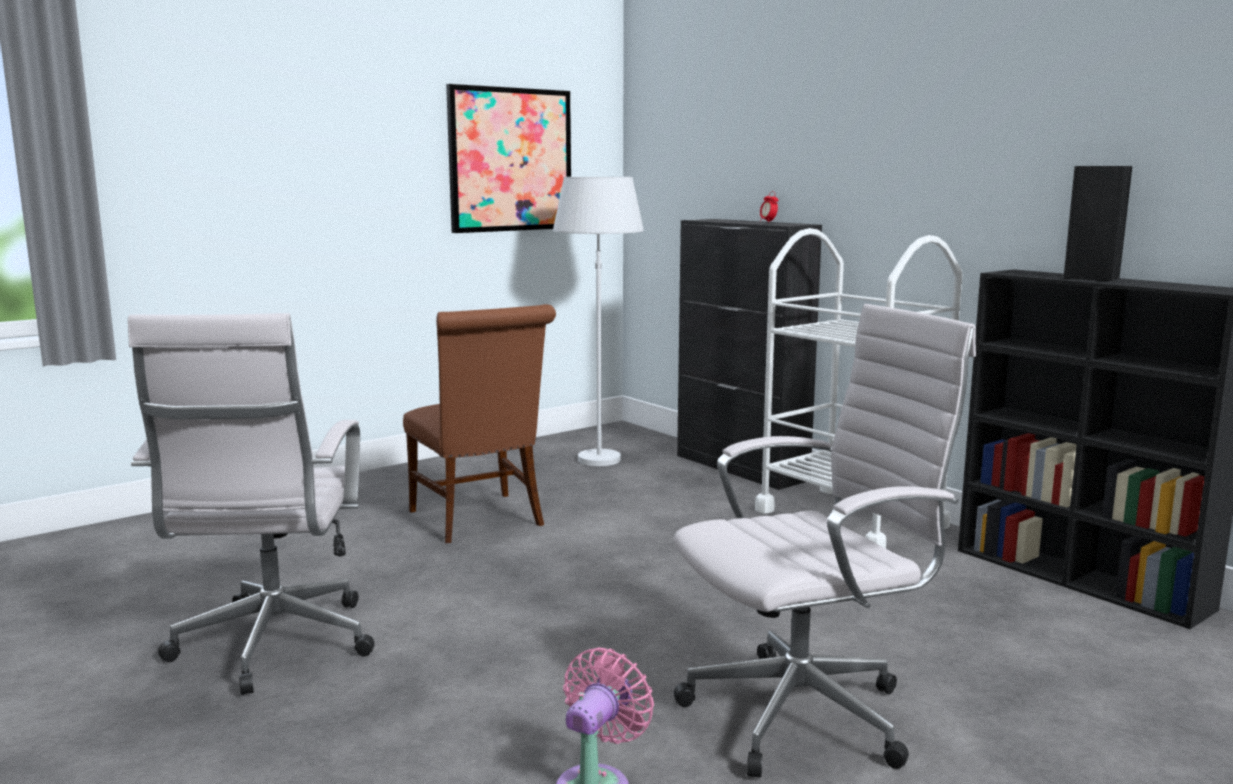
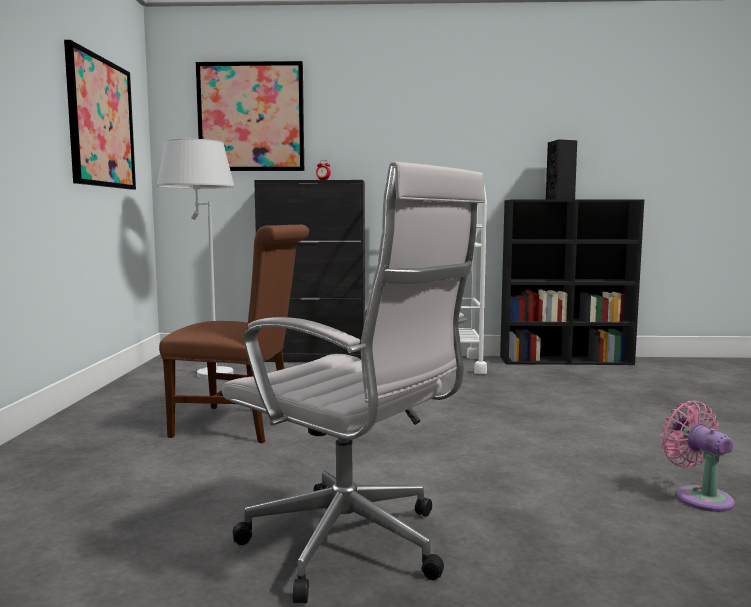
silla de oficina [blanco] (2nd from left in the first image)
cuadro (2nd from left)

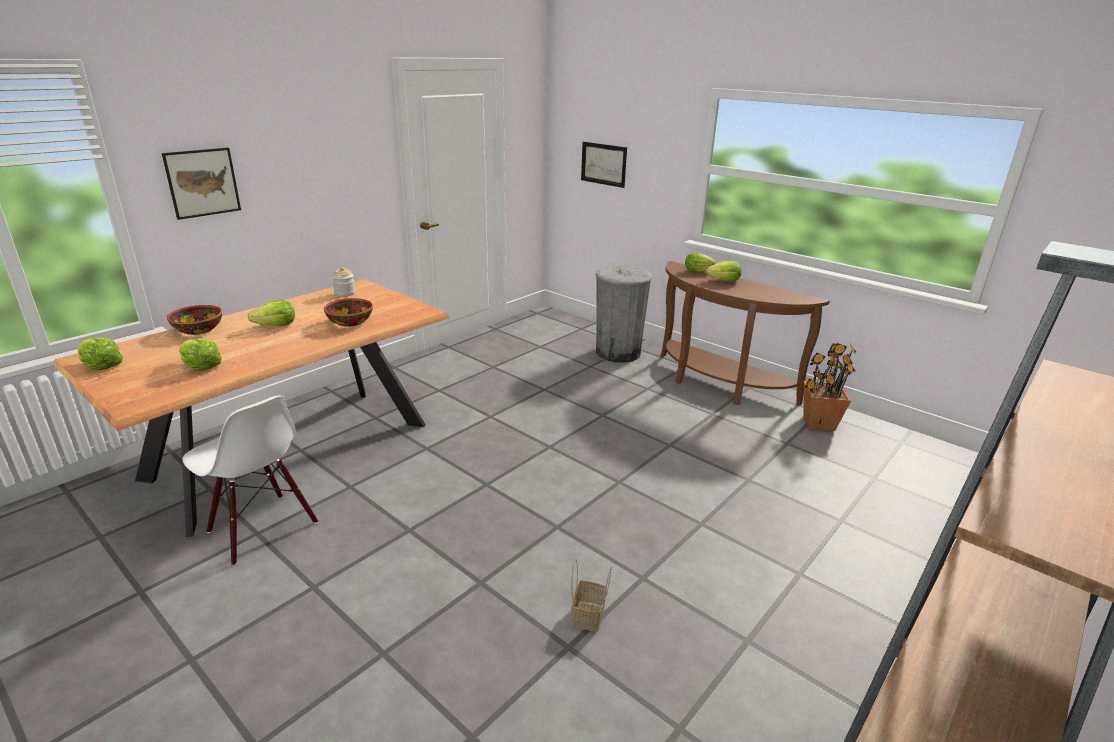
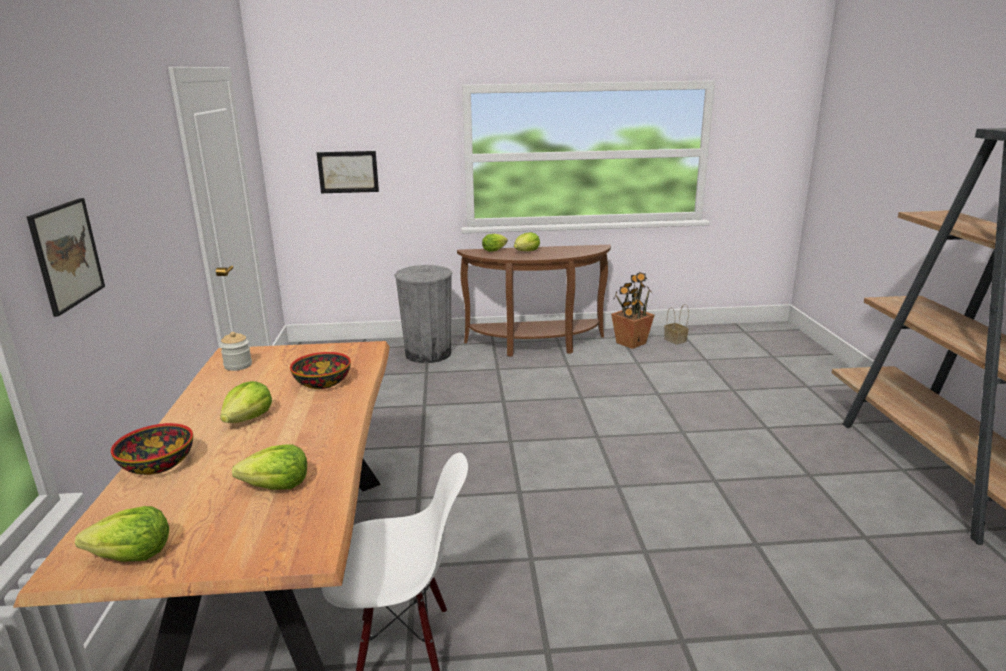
cesta

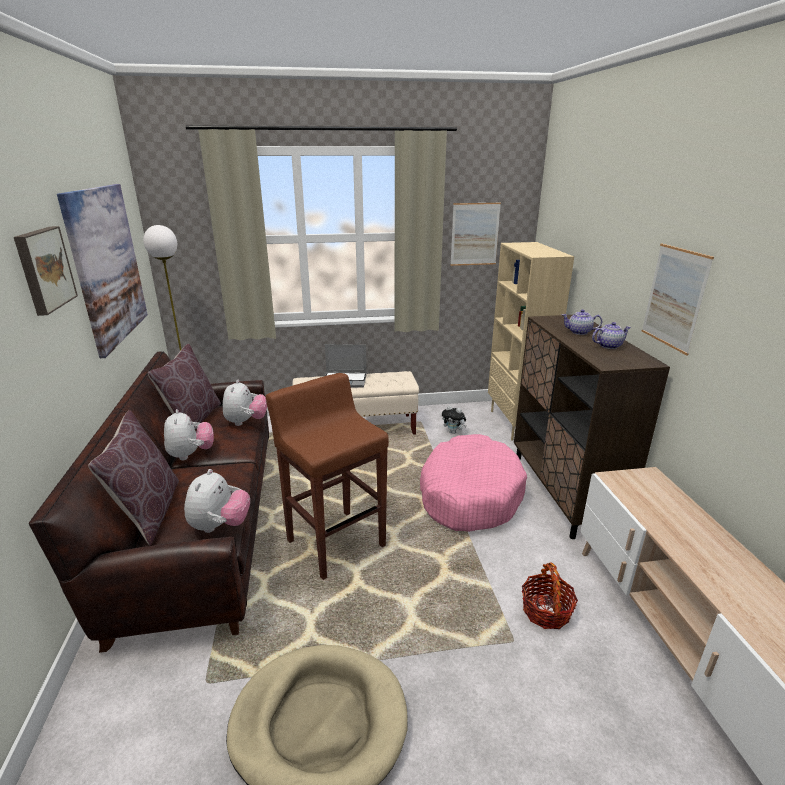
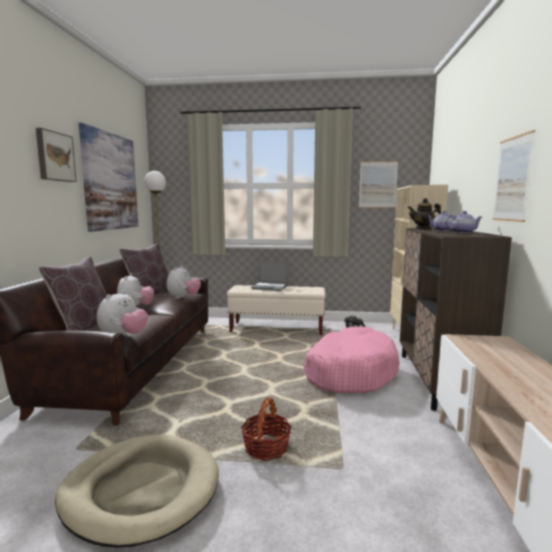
taburete [marrón]
cesta
tetera (1st from left)

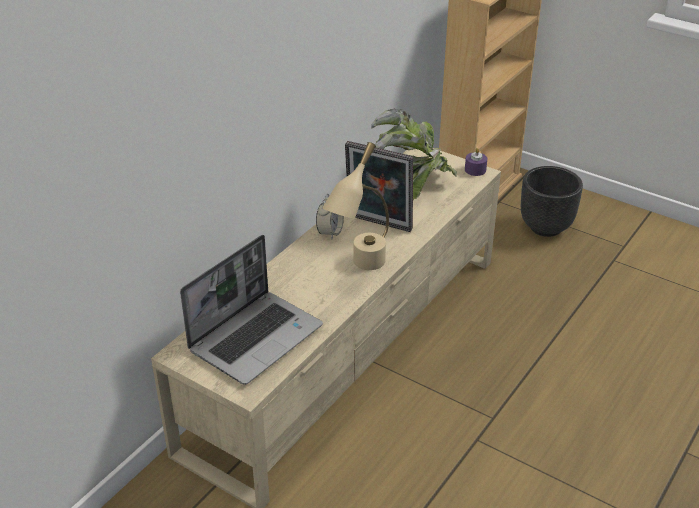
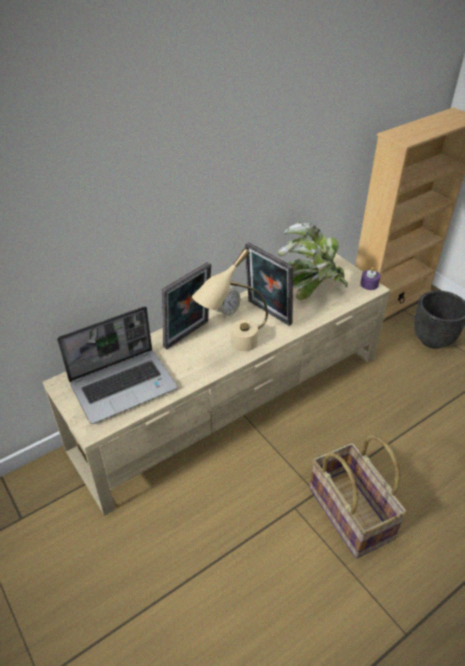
portarretratos (1st from left)
cesta

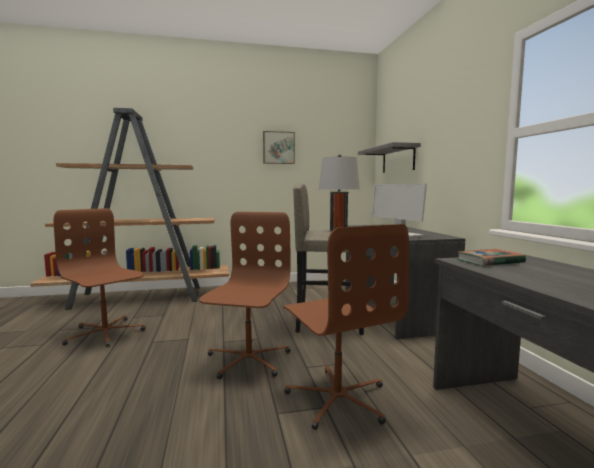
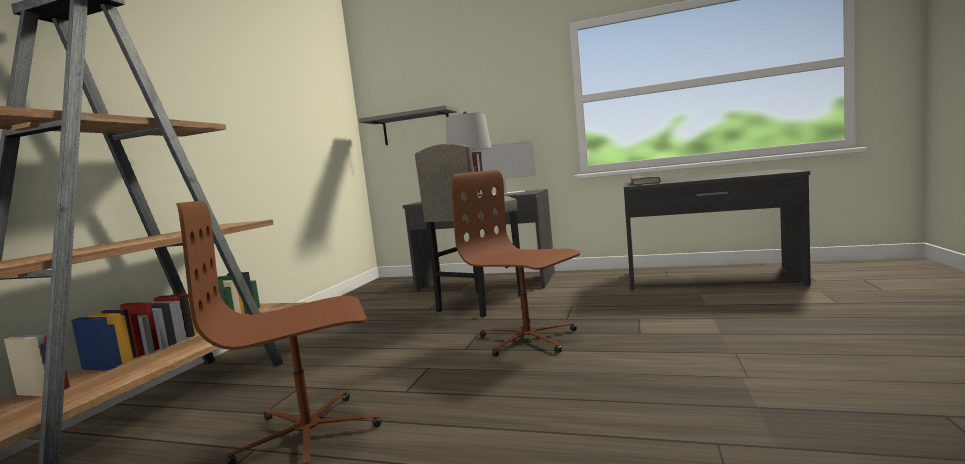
cuadro
silla de oficina [marrón] (3rd from left in the first image)

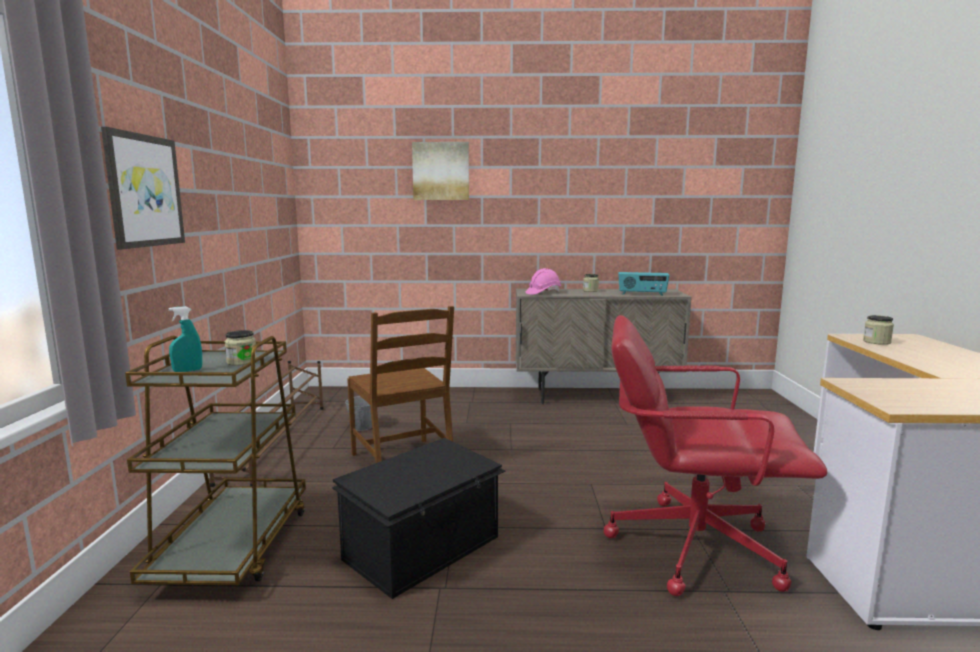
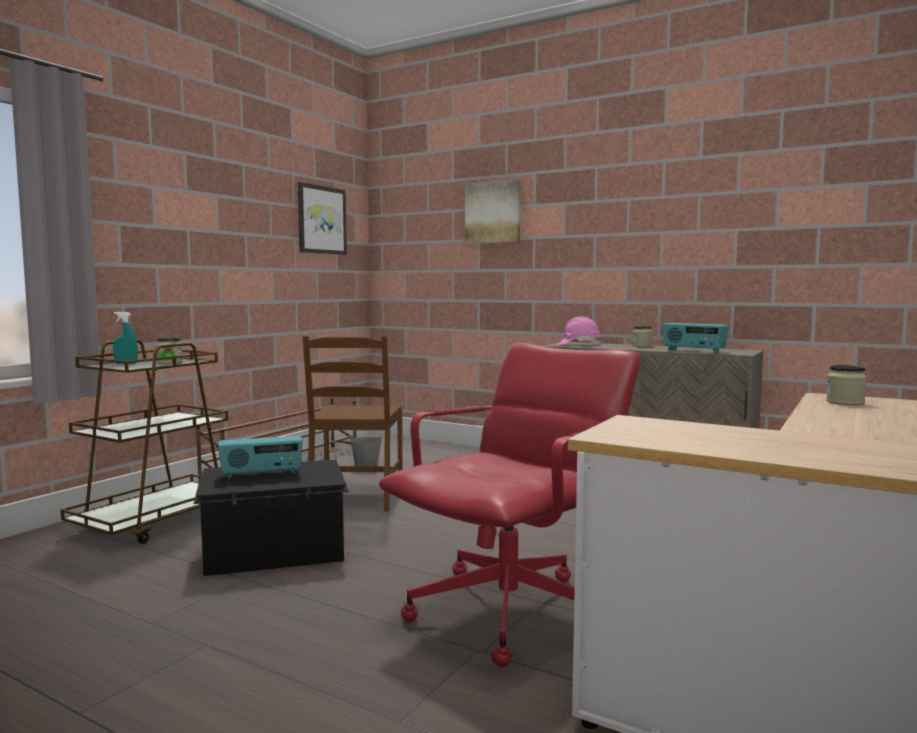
cuadro (1st from left)
silla de oficina [rojo]
radio (1st from left)

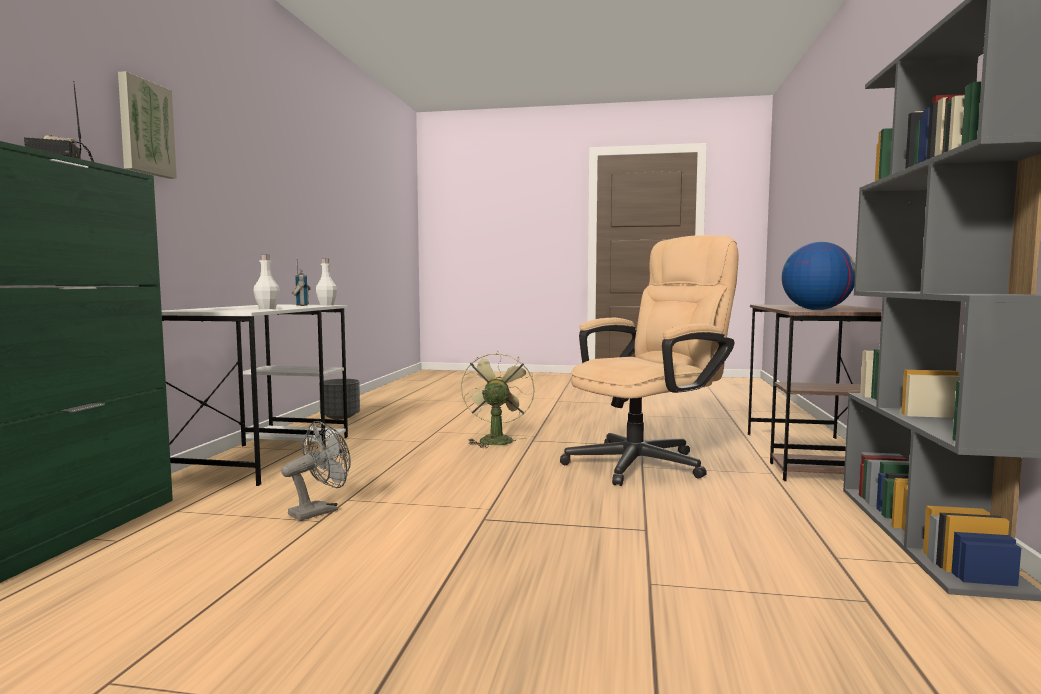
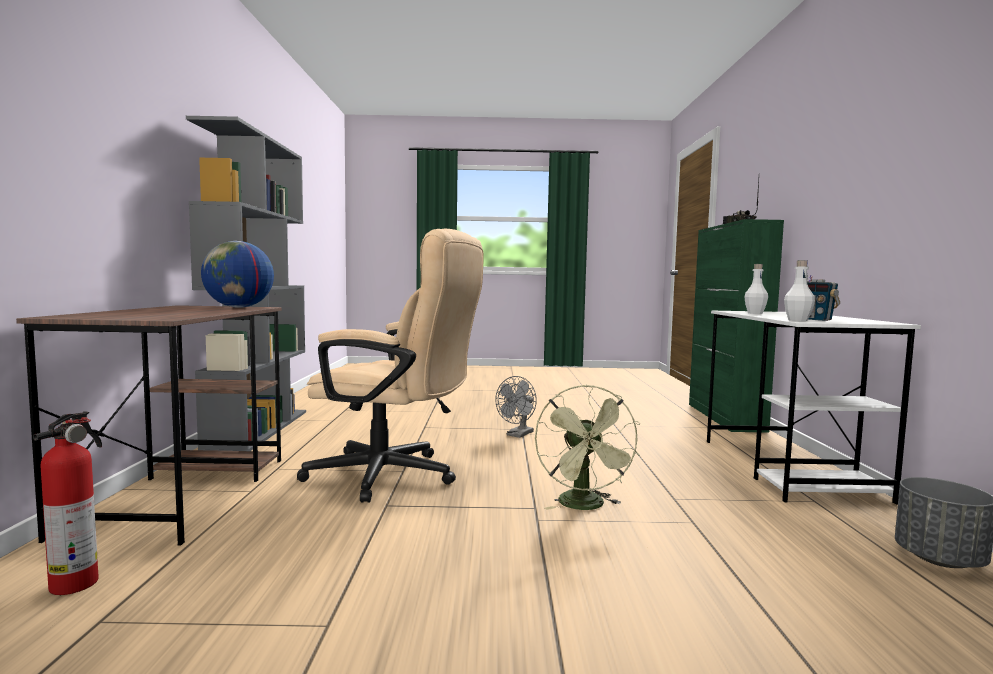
cuadro
silla de oficina [beis]
ventilador [gris]
extintor

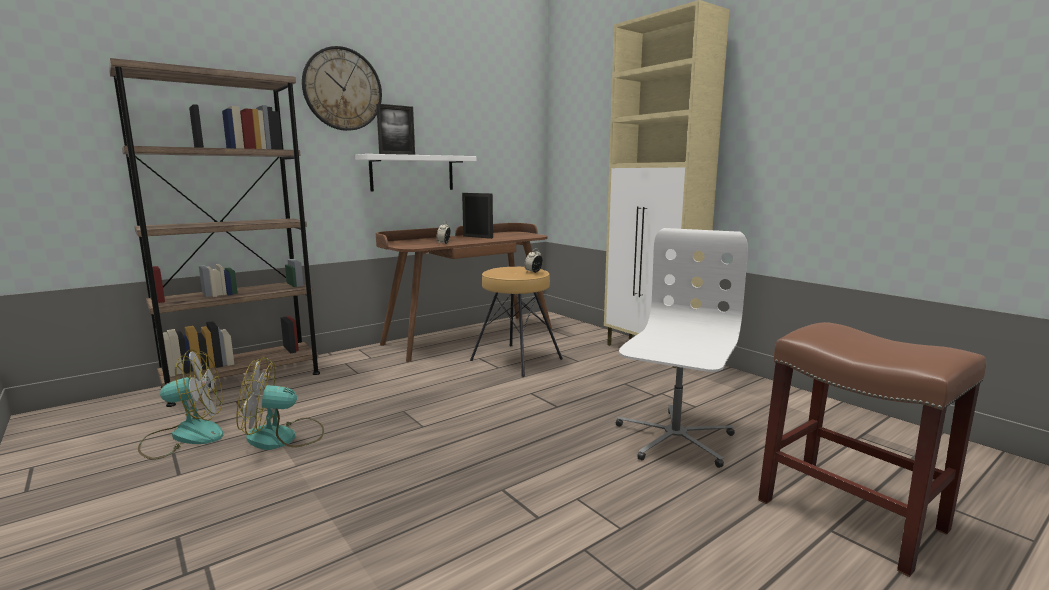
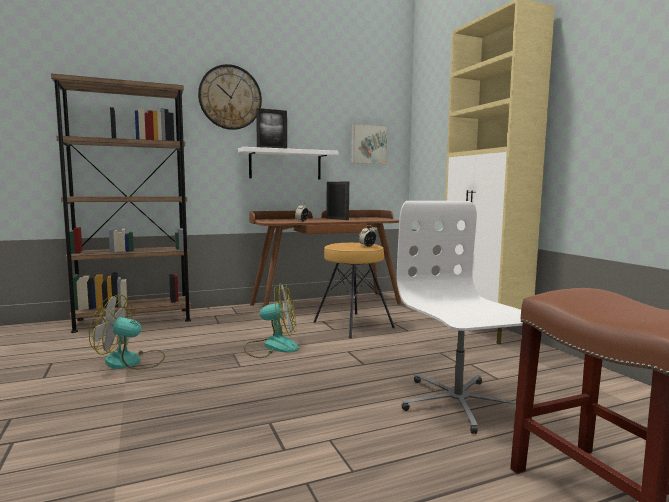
silla de oficina [blanco]
ventilador (2nd from left)
cuadro

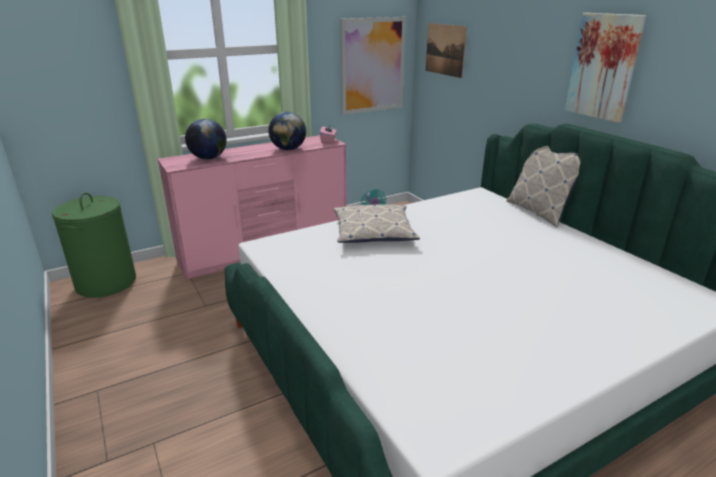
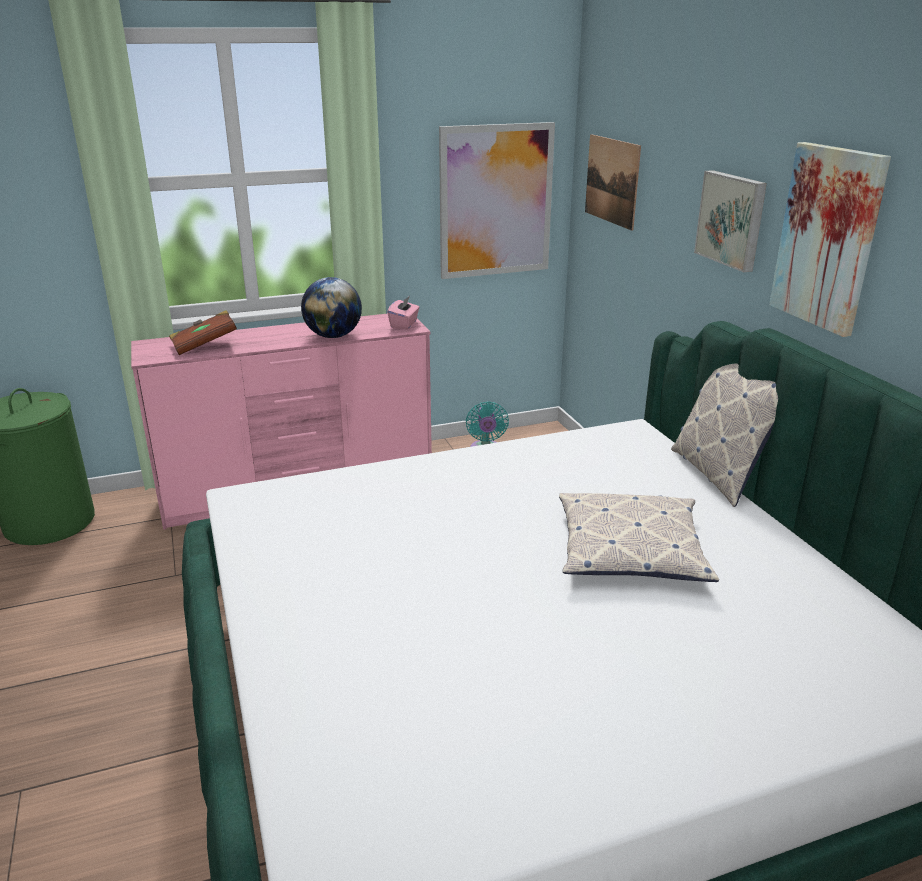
libro [marrón]
cojín (1st from left)
cuadro (3rd from left)

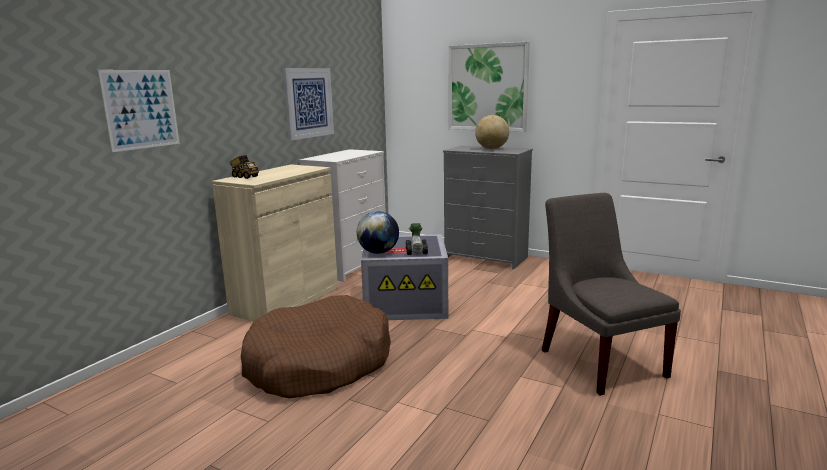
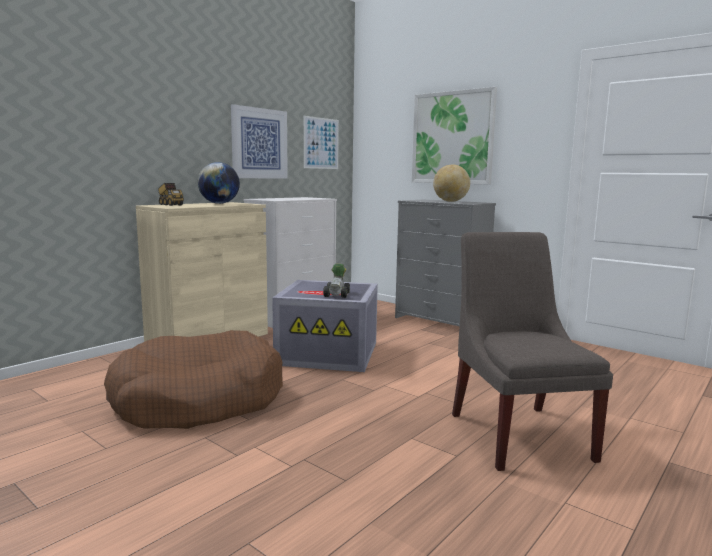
cuadro (2nd from left)
globo terráqueo (1st from left)

